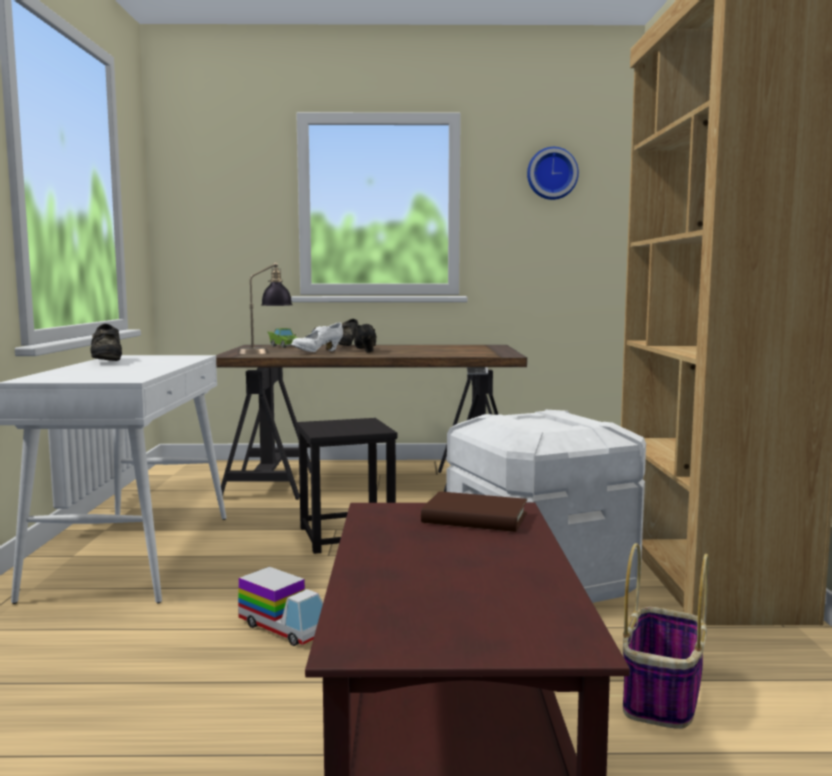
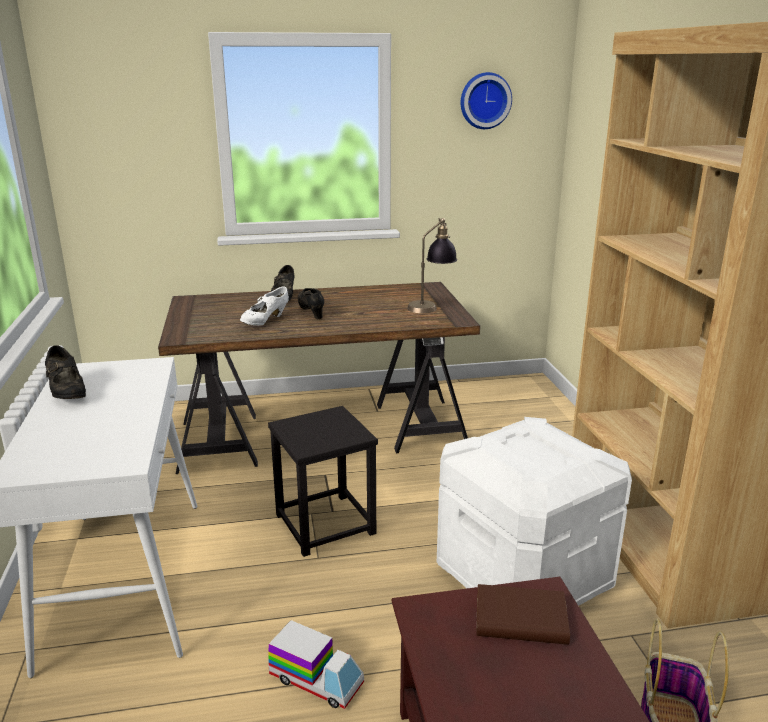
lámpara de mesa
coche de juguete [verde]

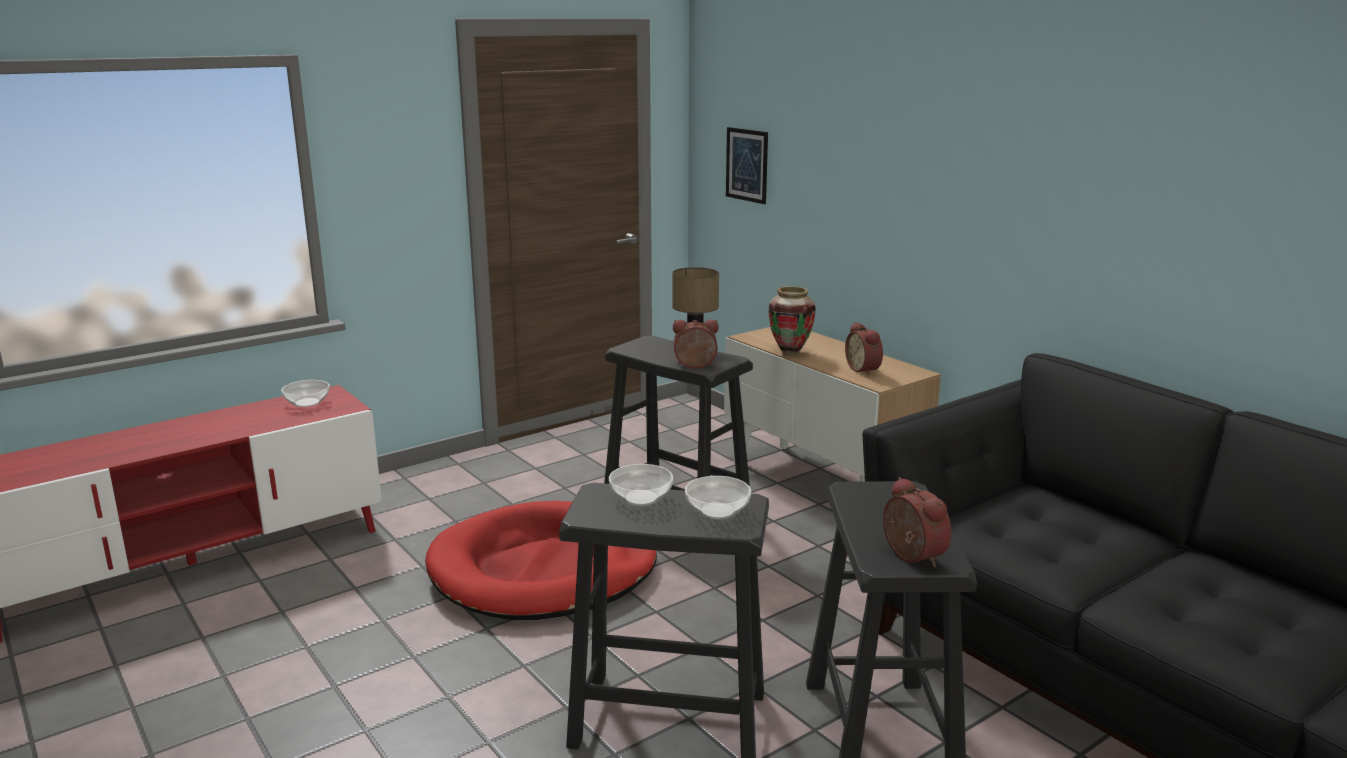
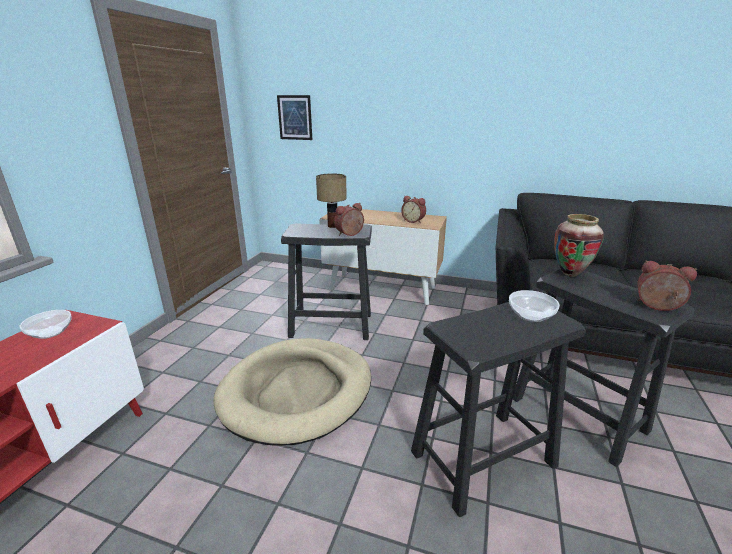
florero
cuenco (2nd from left in the first image)
cama para perro [beis]

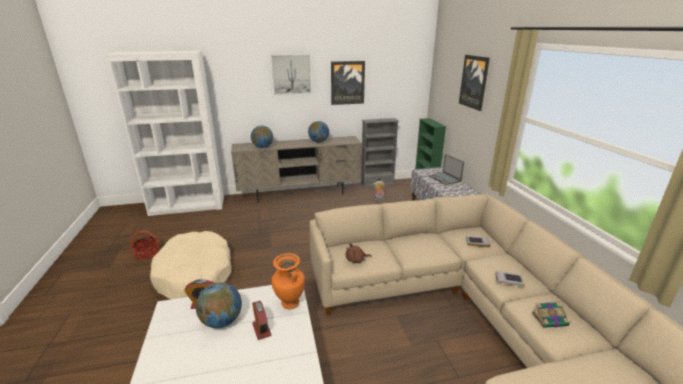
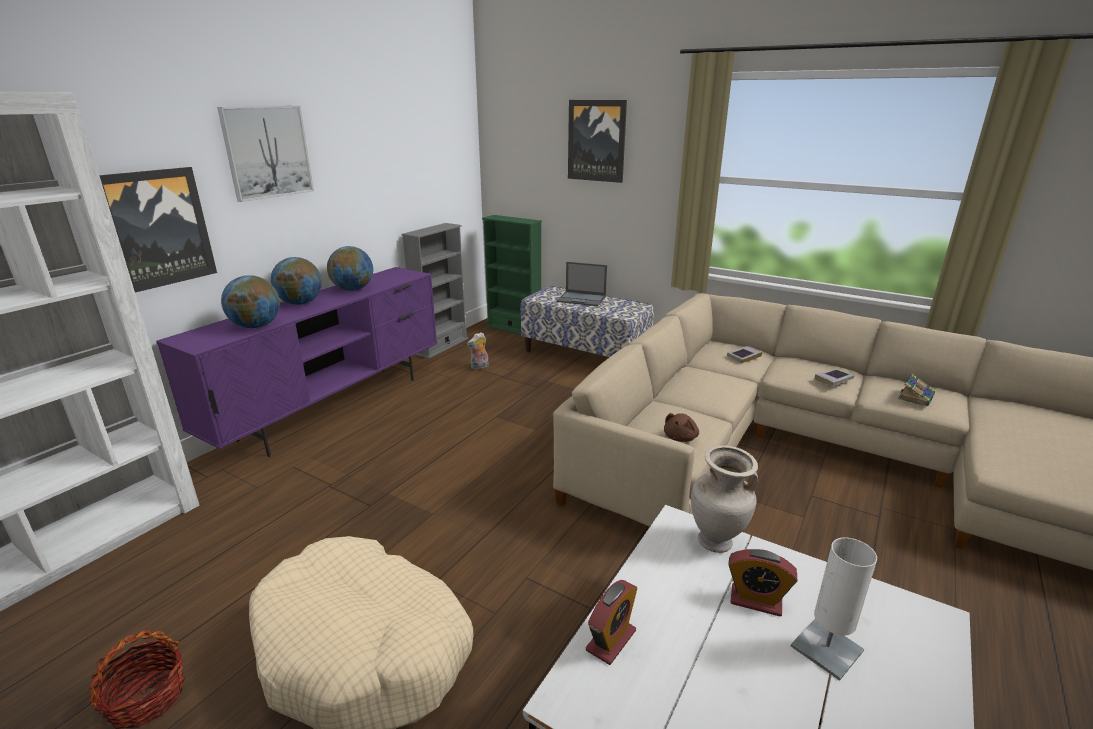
cuadro (1st from left)
mueble de televisión [morado]
florero [beis]
globo terráqueo (2nd from left)
lámpara de mesa [blanco]

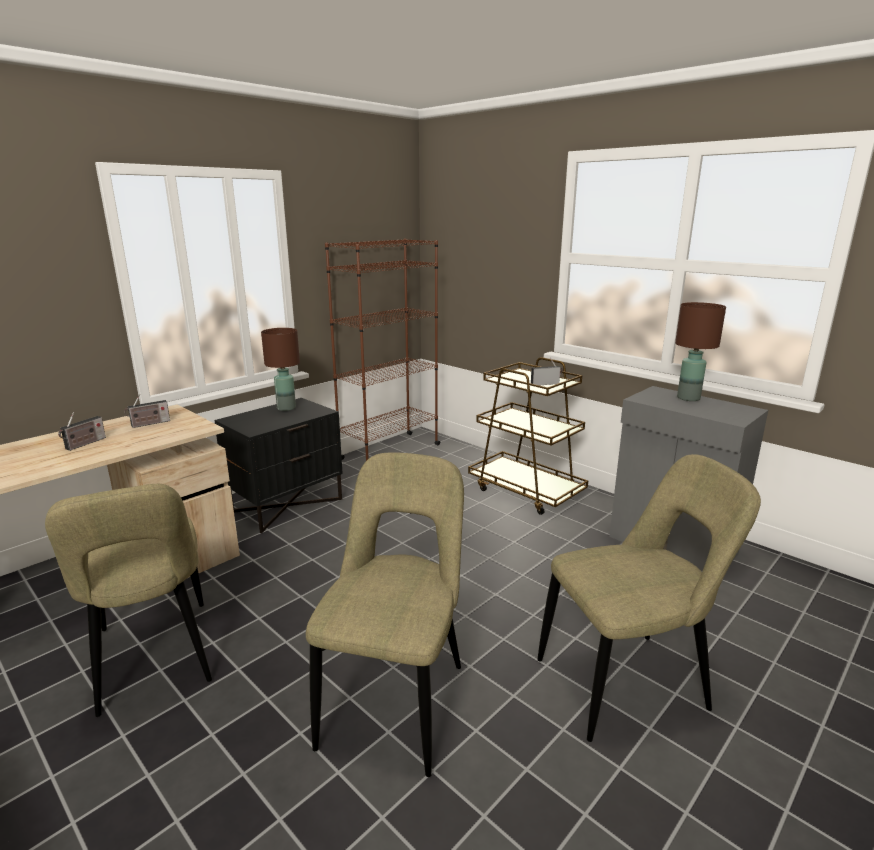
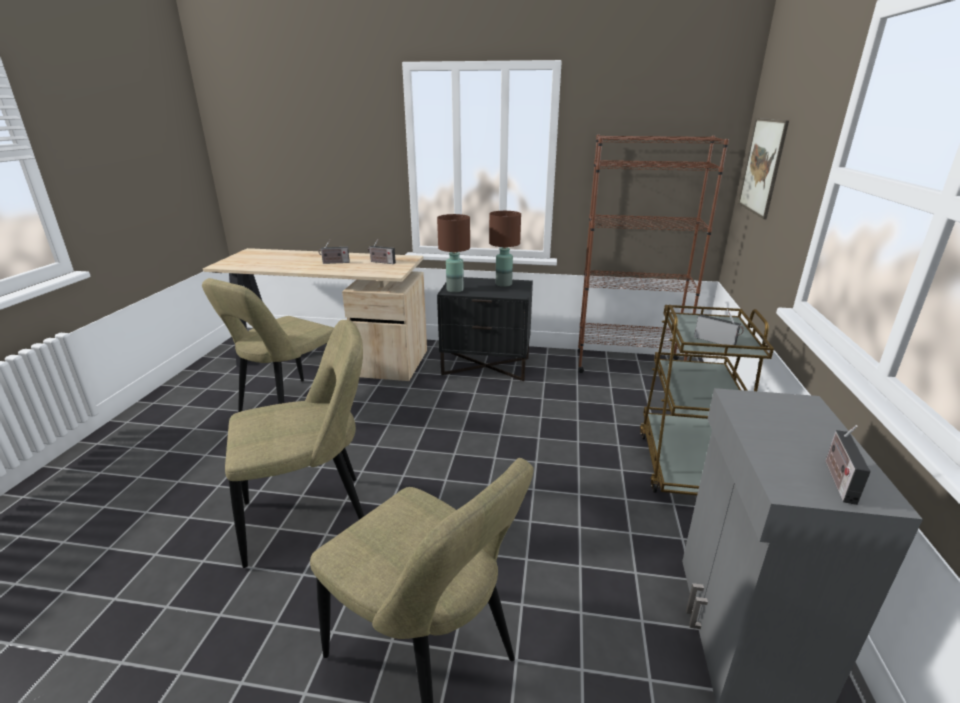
lámpara de mesa [marrón] (1st from left)
cuadro
radio (4th from left)

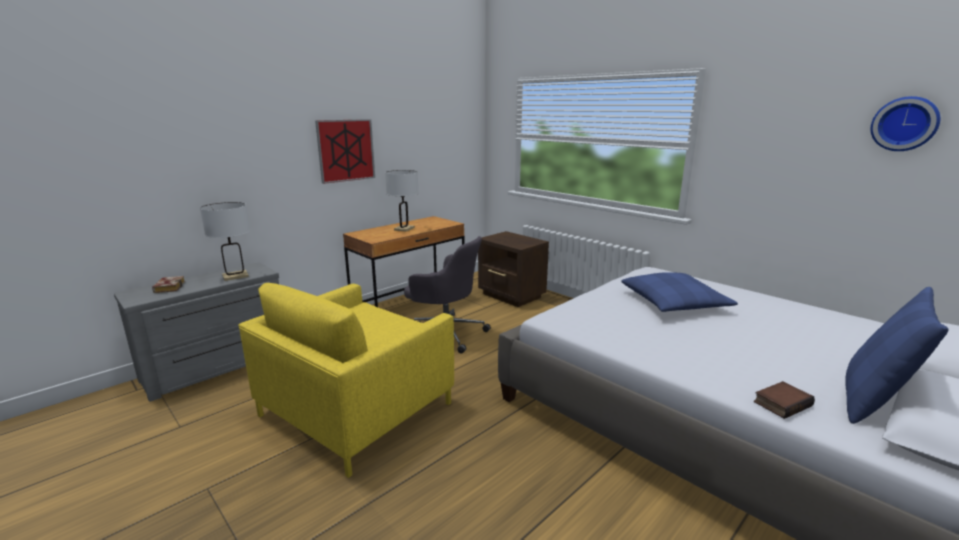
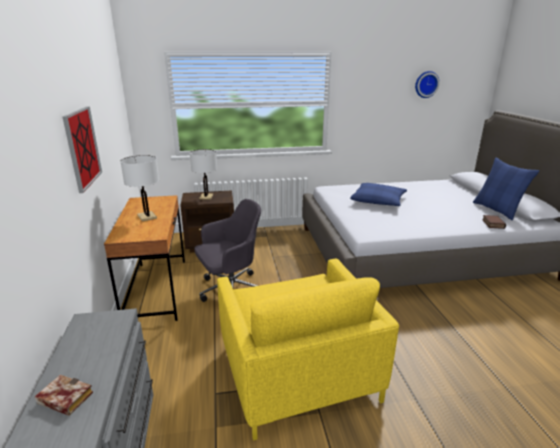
lámpara de mesa [blanco] (2nd from left)

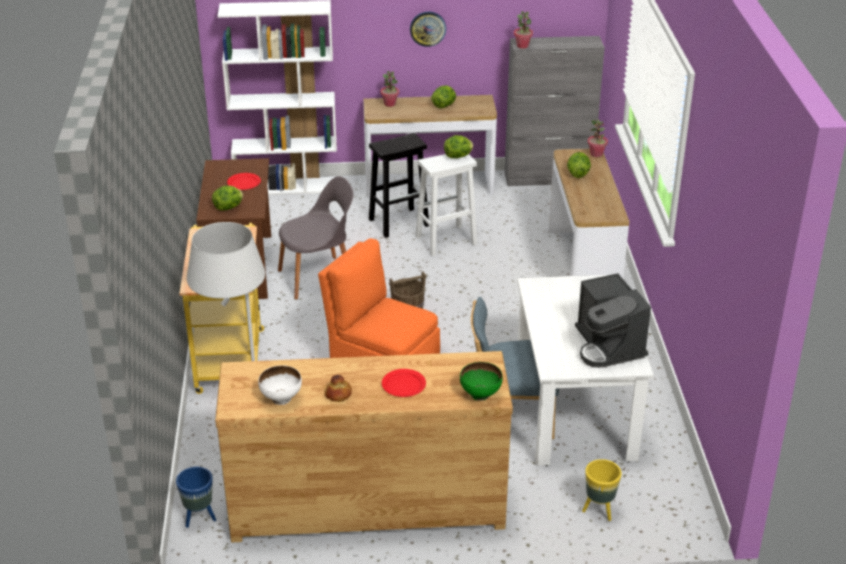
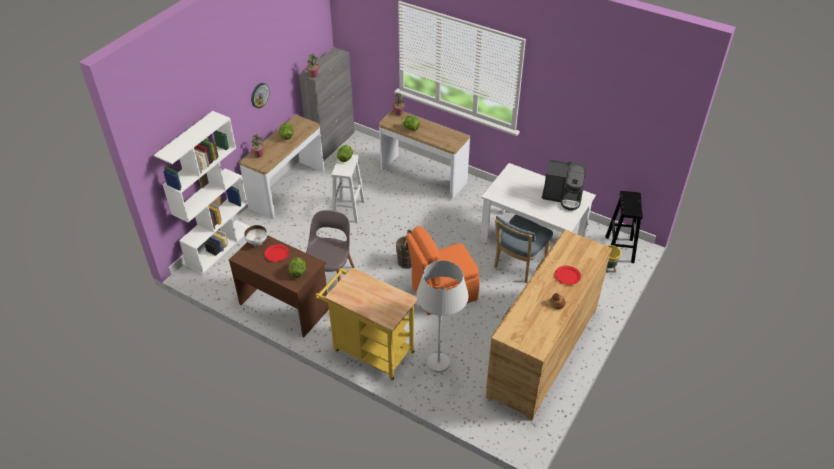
taburete [negro]
cuenco [verde]
cuenco [blanco]
maceta [azul]

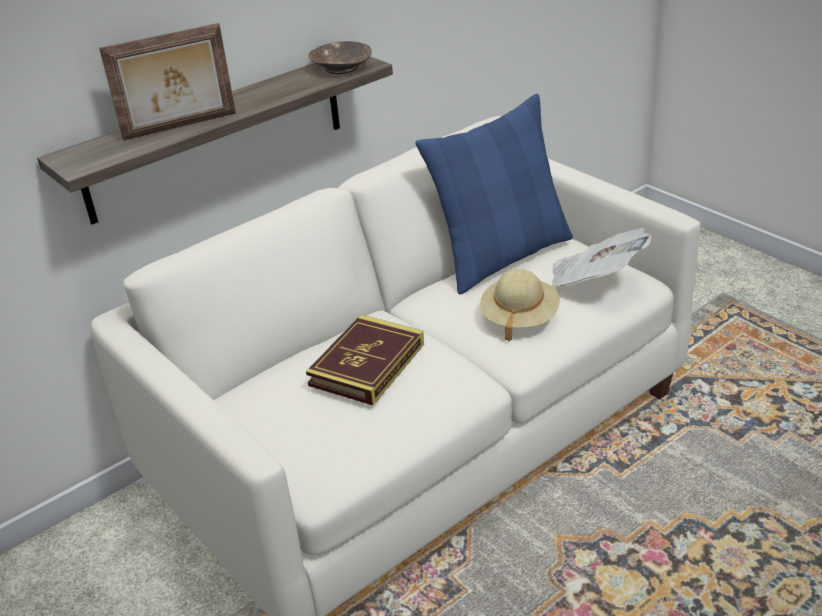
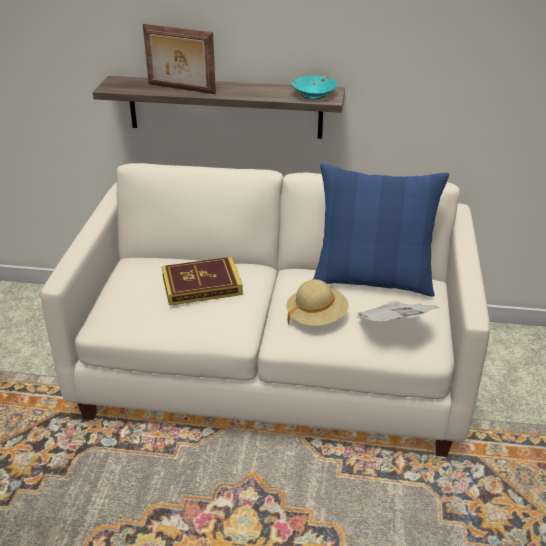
cuenco [turquesa]

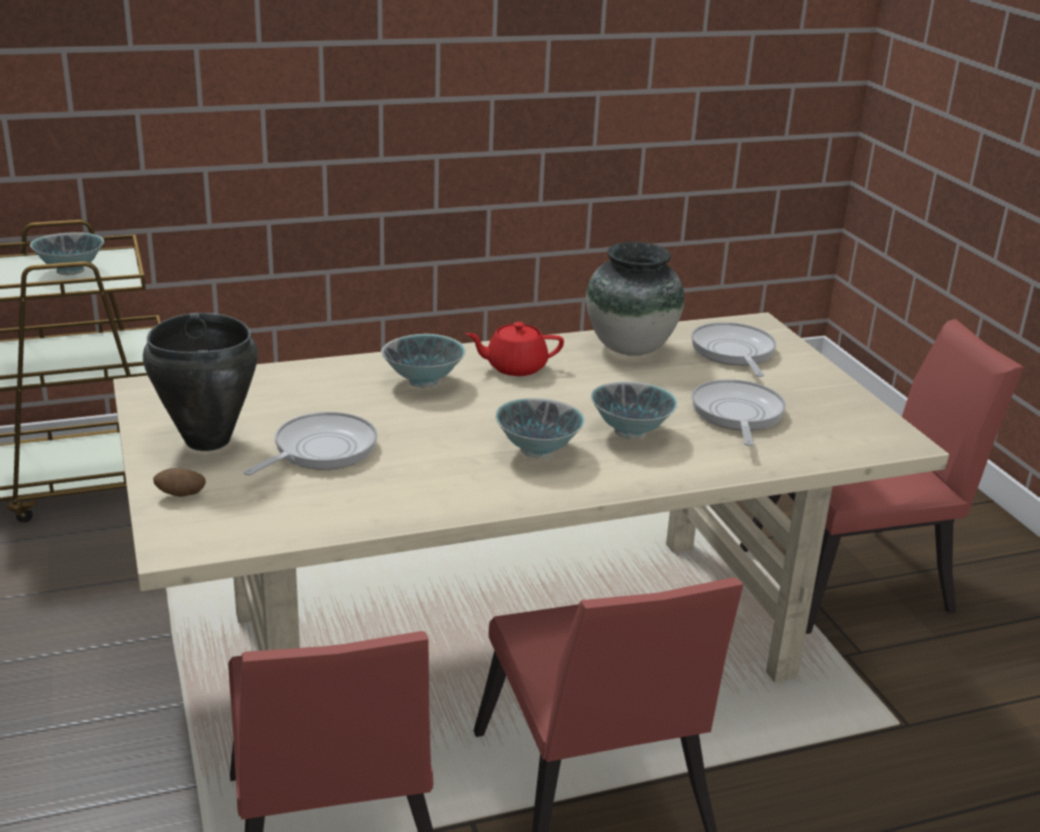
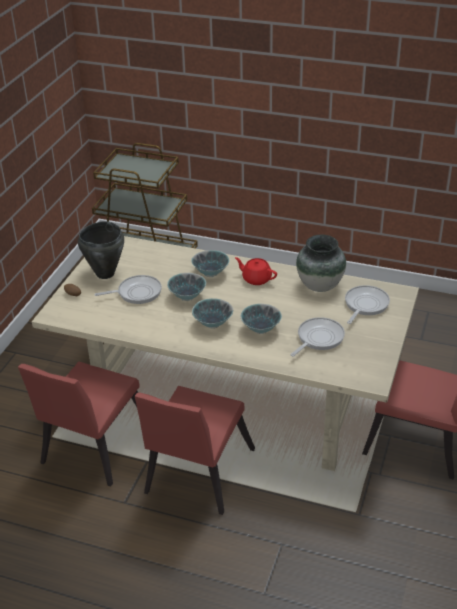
cuenco (1st from left)

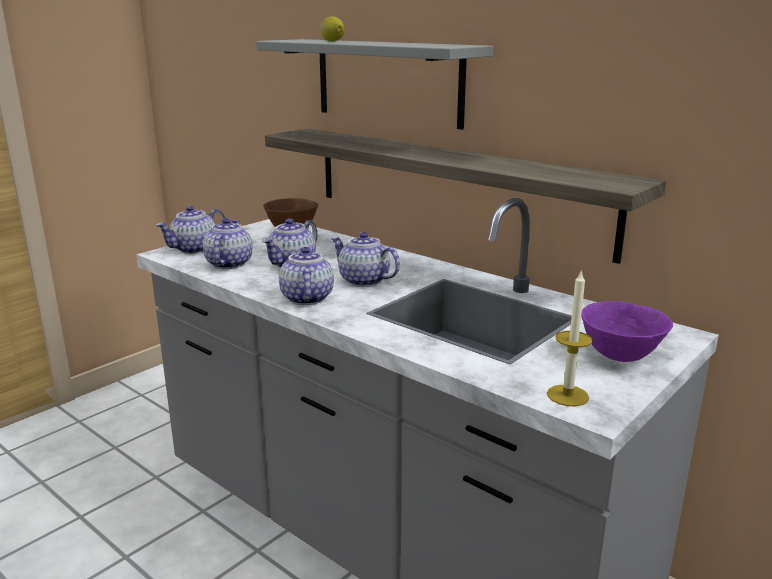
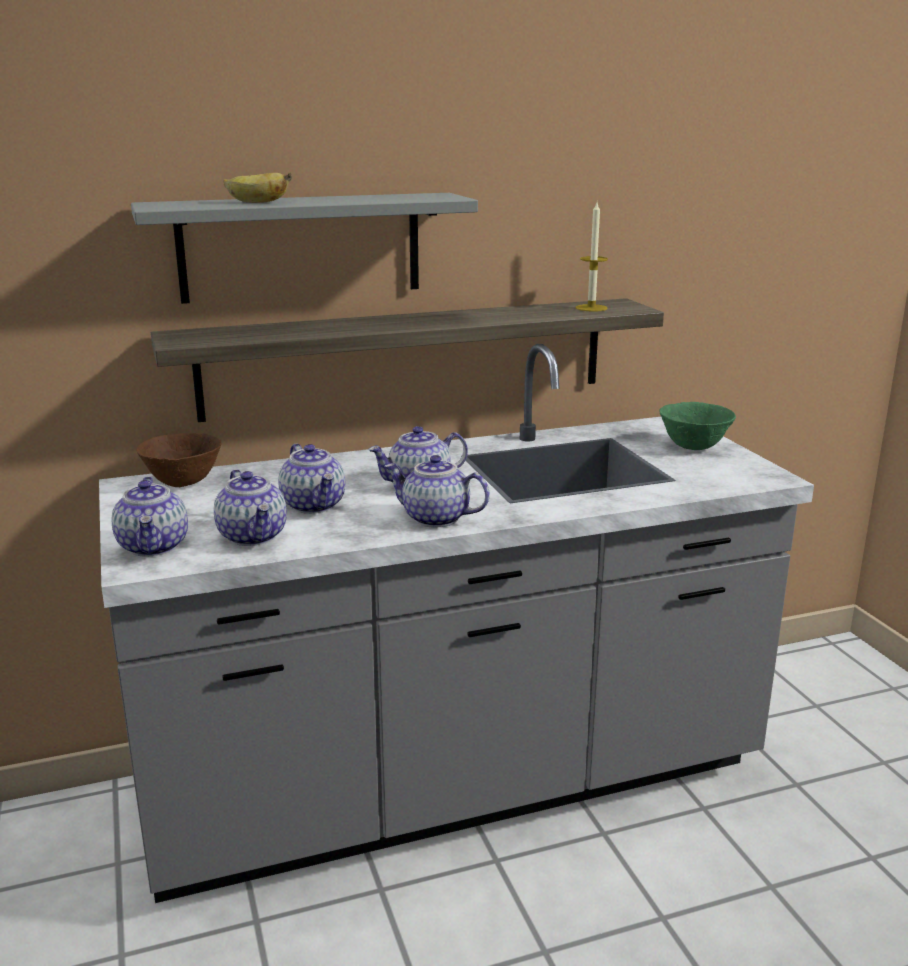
plátano
tetera (2nd from left)
vela
cuenco [verde]

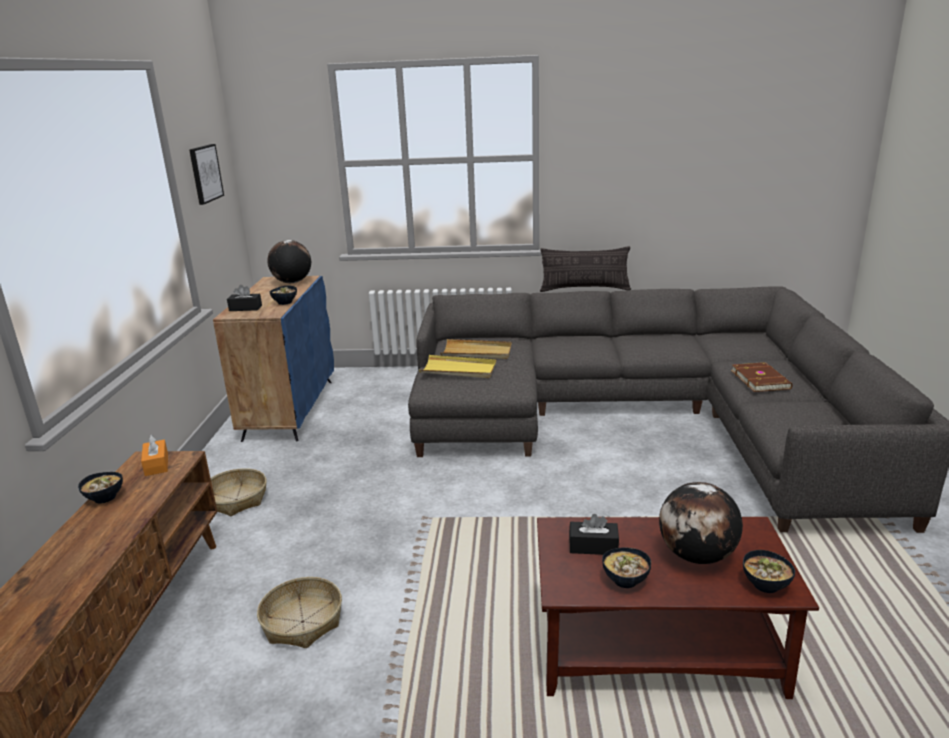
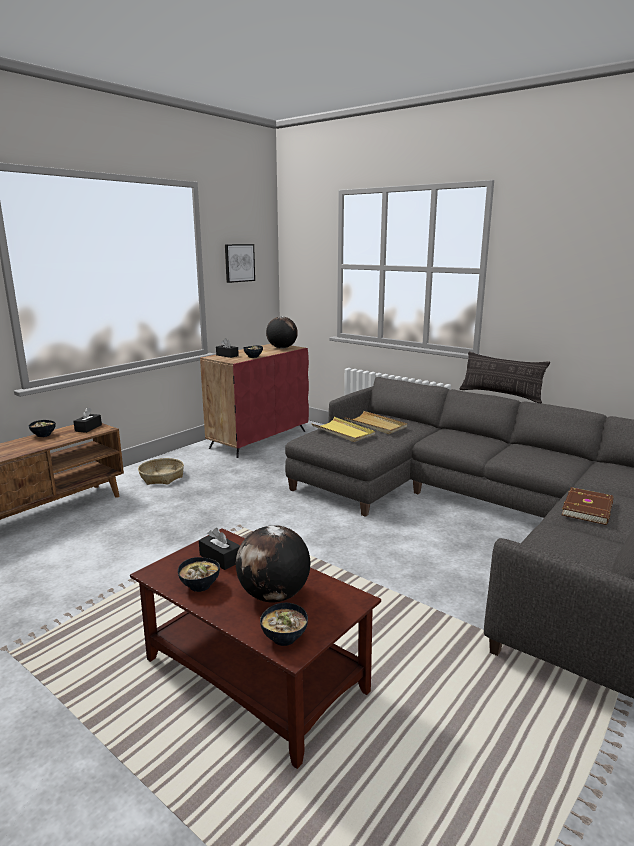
armario [rojo]
caja de pañuelos [negro] (1st from left)
cesta (2nd from left in the first image)

